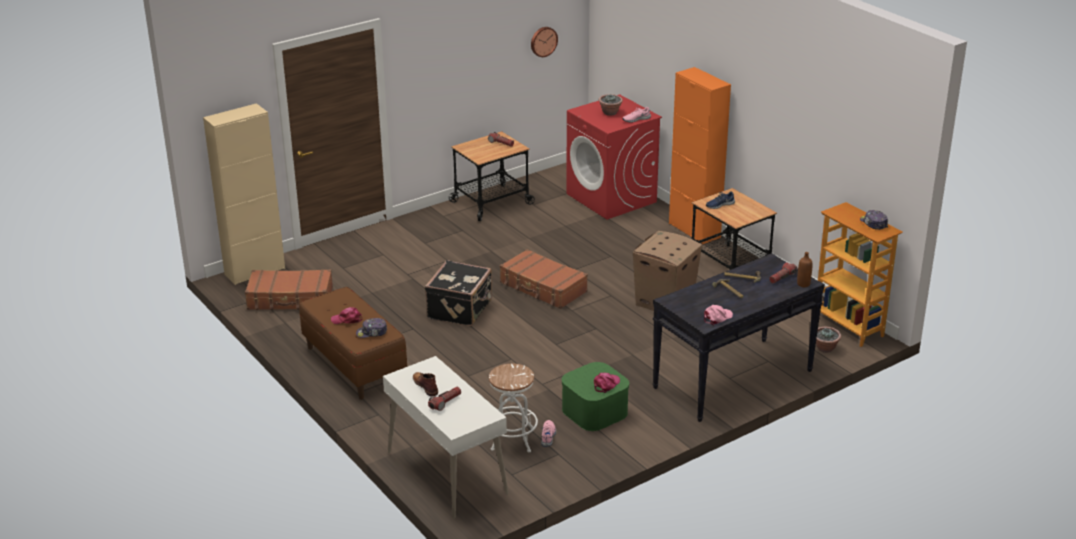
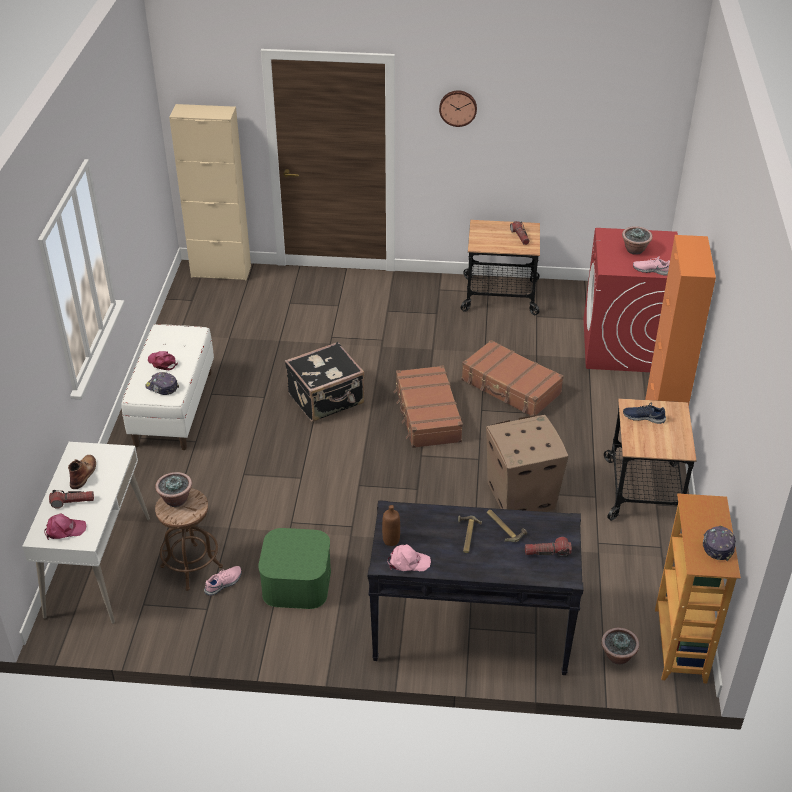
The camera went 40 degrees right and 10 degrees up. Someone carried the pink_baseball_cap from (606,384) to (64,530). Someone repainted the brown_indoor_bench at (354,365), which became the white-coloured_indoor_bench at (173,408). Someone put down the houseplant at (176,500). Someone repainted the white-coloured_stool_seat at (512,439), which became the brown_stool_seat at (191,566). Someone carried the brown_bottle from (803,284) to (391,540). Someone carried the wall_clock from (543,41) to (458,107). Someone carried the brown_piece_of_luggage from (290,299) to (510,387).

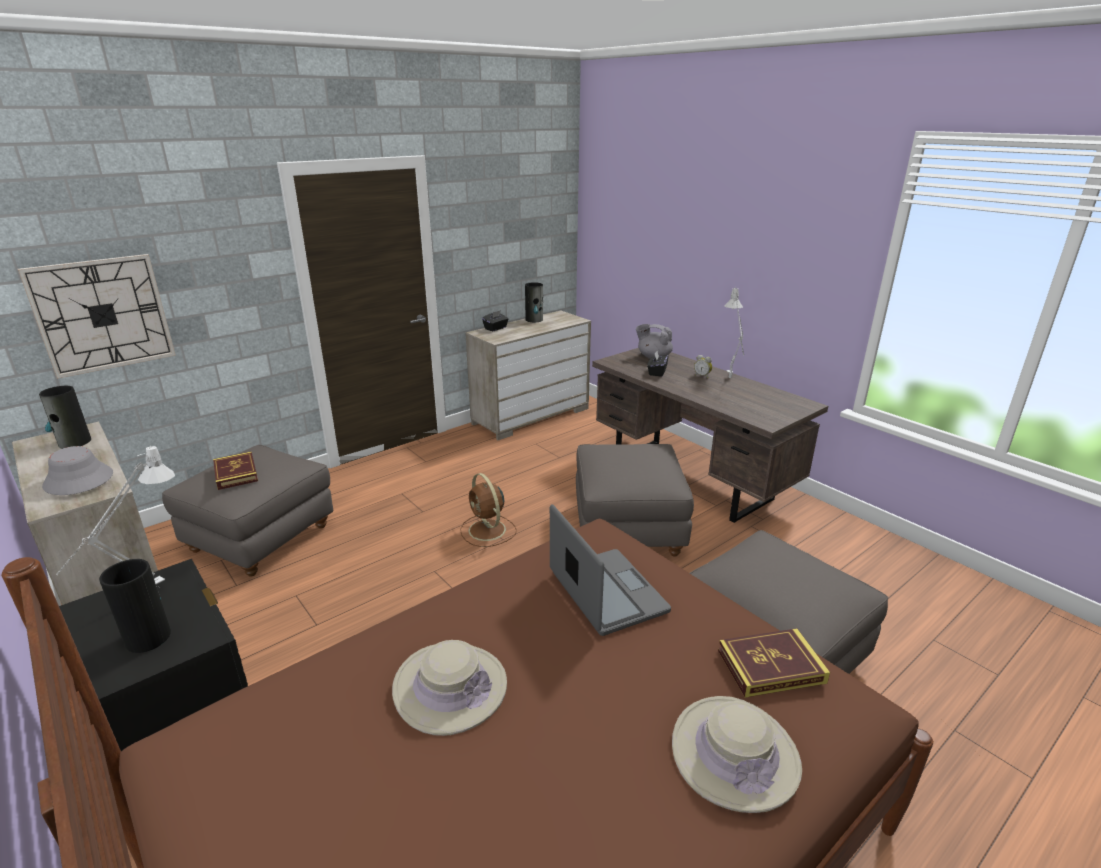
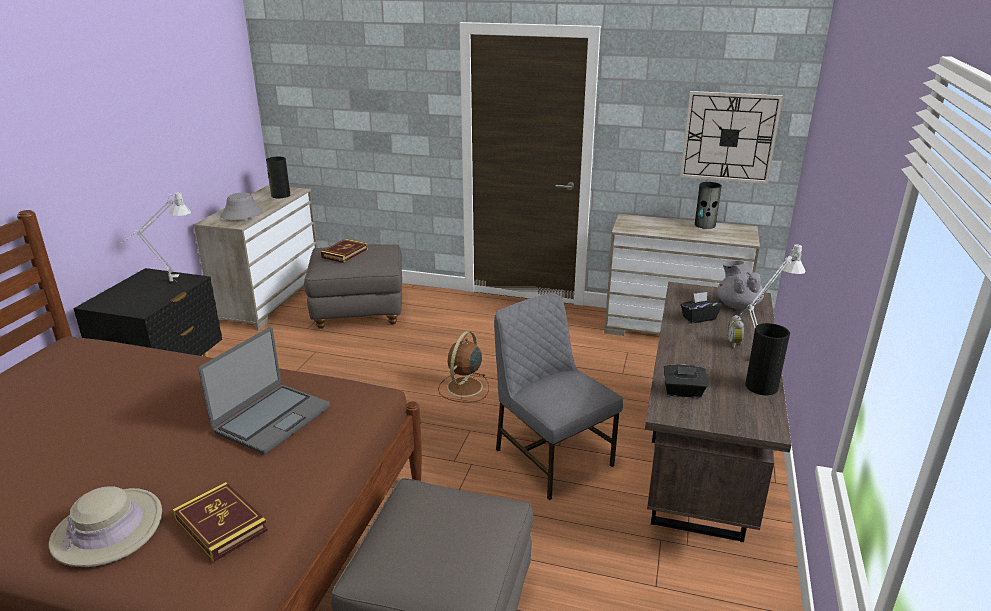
The camera went 55 degrees right and 0 degrees up. Someone swapped the grey_pouffe at (627,529) for the grey_upright_chair at (551,457). Someone carried the blackish_tissue_box from (496,328) to (683,392). Someone carried the wall_clock from (102,315) to (729,137). Someone carried the vase from (148,637) to (761,386). Someone took away the sand-coloured_clothing_hat at (450,687).

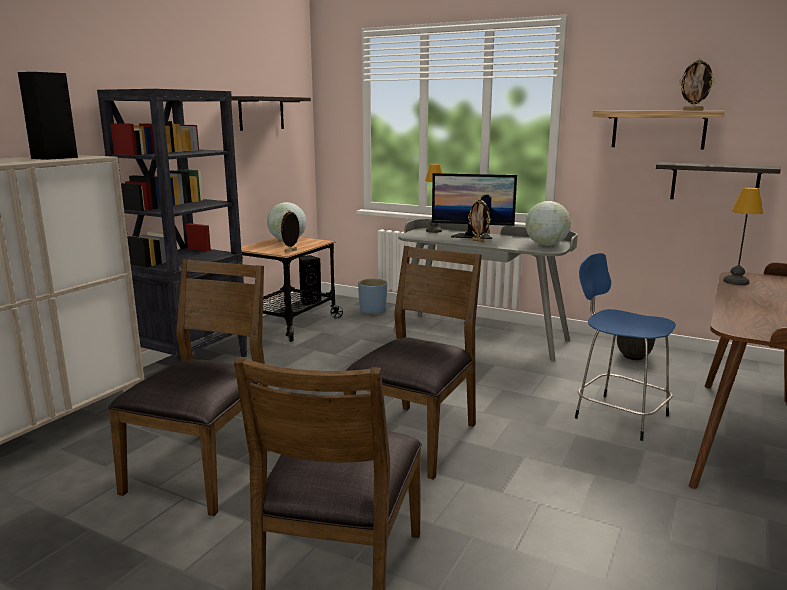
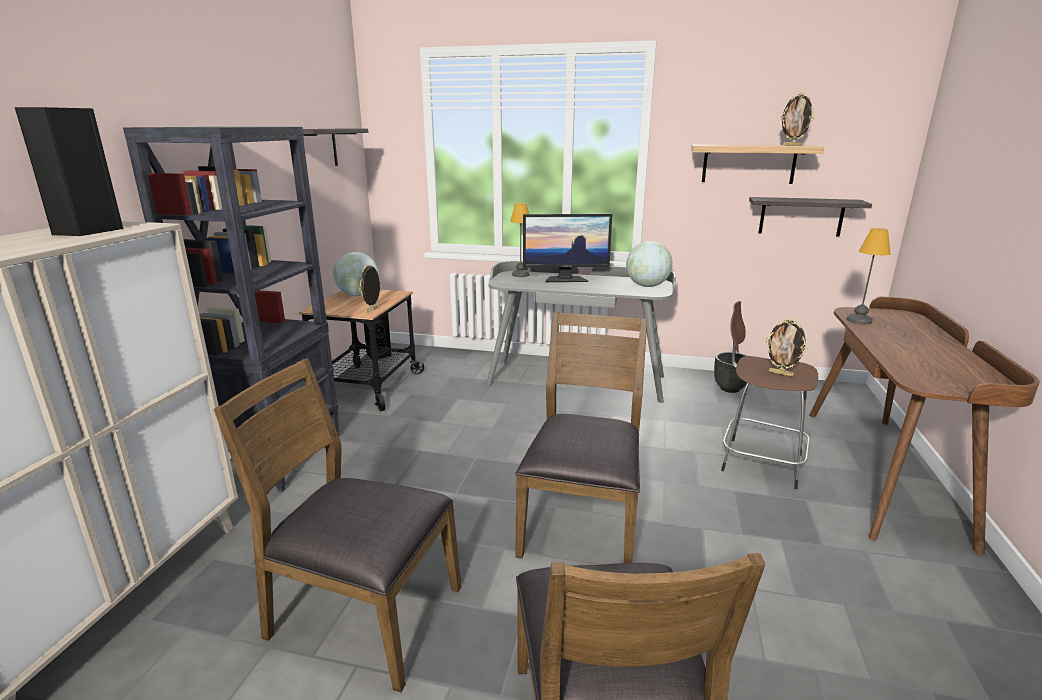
The camera went 15 degrees left and 5 degrees up. Someone rotated the brown_upright_chair at (205,469) by 75 degrees counterclockwise. Someone repainted the blue-coloured_stool_seat at (618,415), which became the brown_stool_seat at (758,461). Someone carried the photo_frame from (478,241) to (781,373). Someone took away the blue-coloured_planter at (372,311).

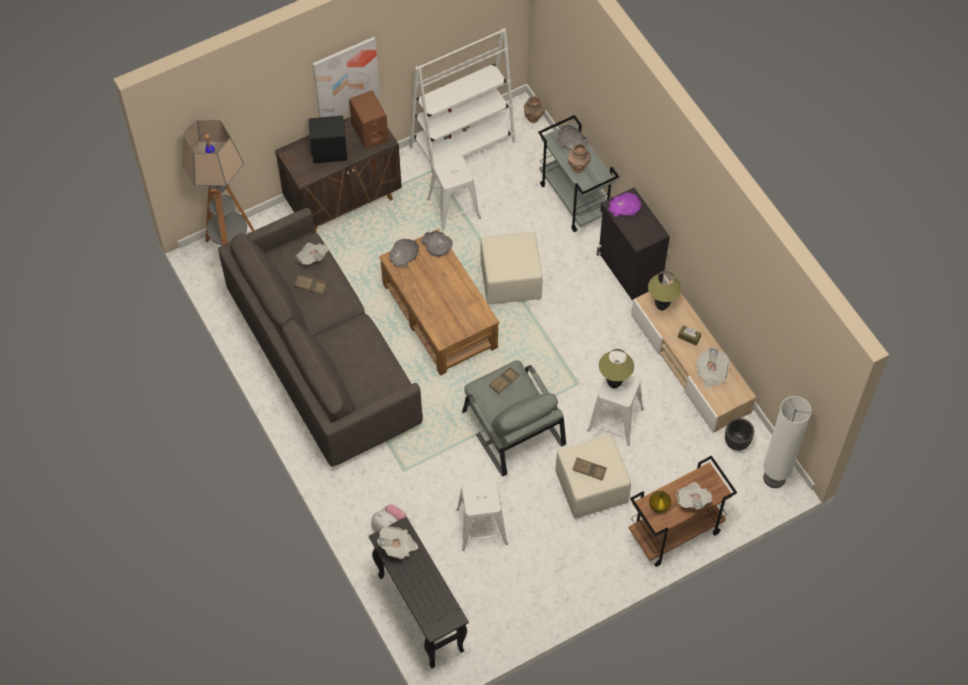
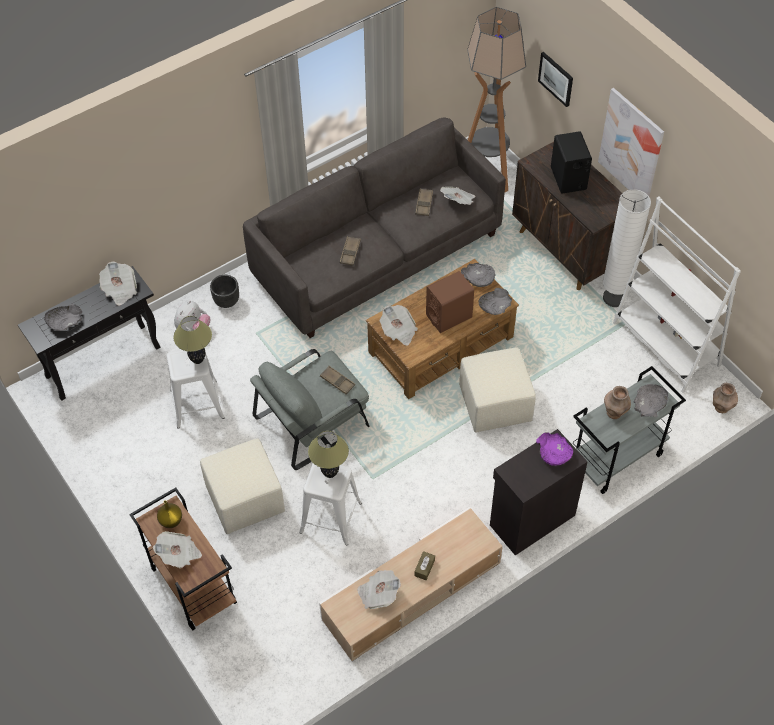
The camera went 85 degrees right and 5 degrees down. Someone put down the grey_deep_dish at (64,321). Someone carried the table_lamp from (661,306) to (198,360). Someone carried the blackish_planter from (736,442) to (226,301). Someone carried the brown_carrying_tray from (589,470) to (350,252). Someone put down the daily_paper at (398,331). Someone carried the brown_speaker from (369,132) to (449,316). Someone put up the picture at (556,78). Someone carried the white-coloured_standard_lamp from (774,478) to (613,298). Someone took away the white-coloured_stool_seat at (453,208).

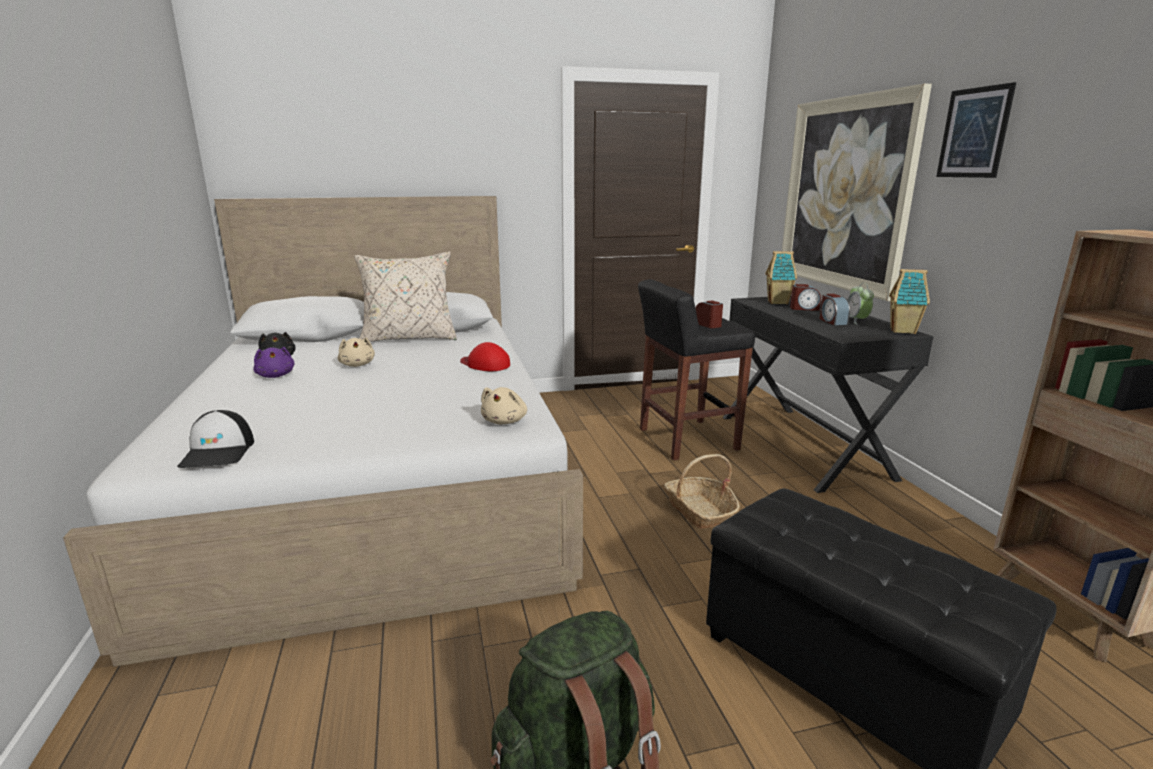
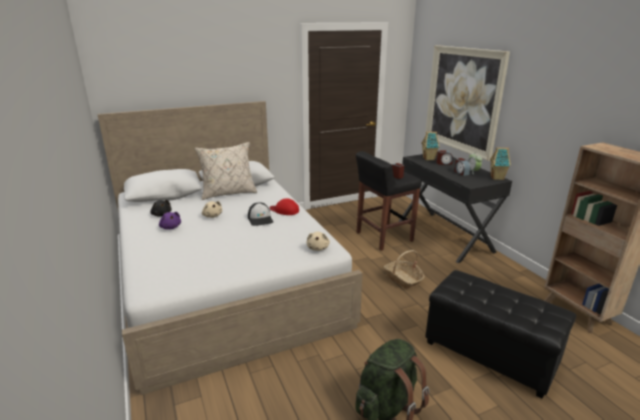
The camera went 10 degrees left and 5 degrees up. Someone carried the baseball_cap from (219,452) to (260,219). Someone took away the picture at (974,133).

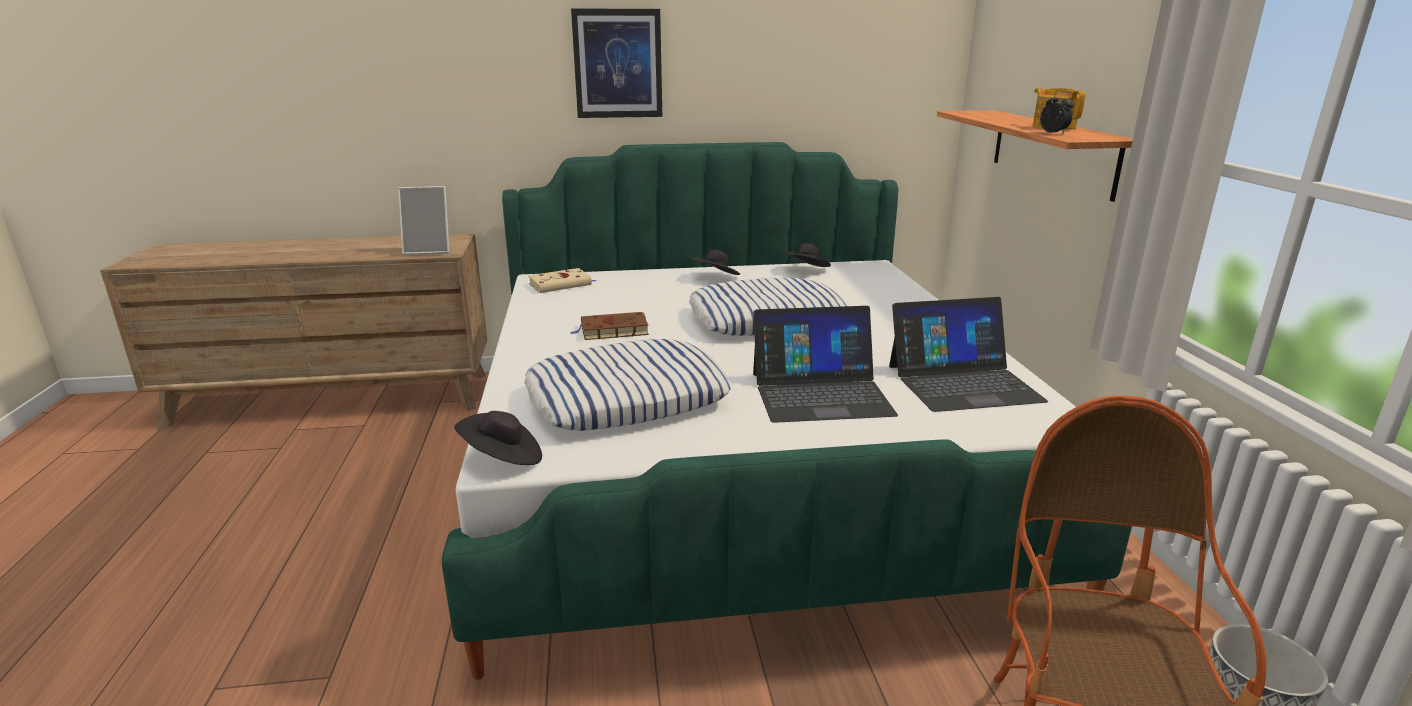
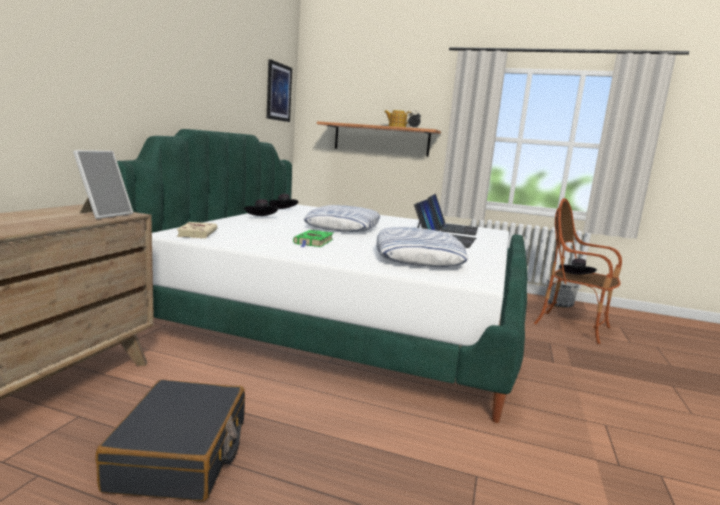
The camera went 65 degrees left and 10 degrees down. Someone put down the blackish_piece_of_luggage at (181,454). Someone carried the picture from (618,64) to (278,92). Someone repainted the brown_book at (612,331), which became the green-coloured_book at (313,242). Someone carried the blackish_clothing_hat from (503,458) to (576,277).

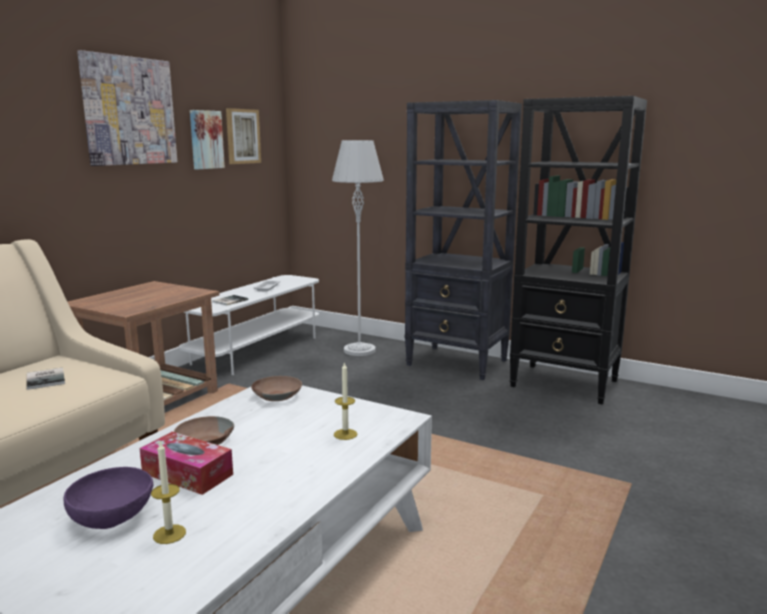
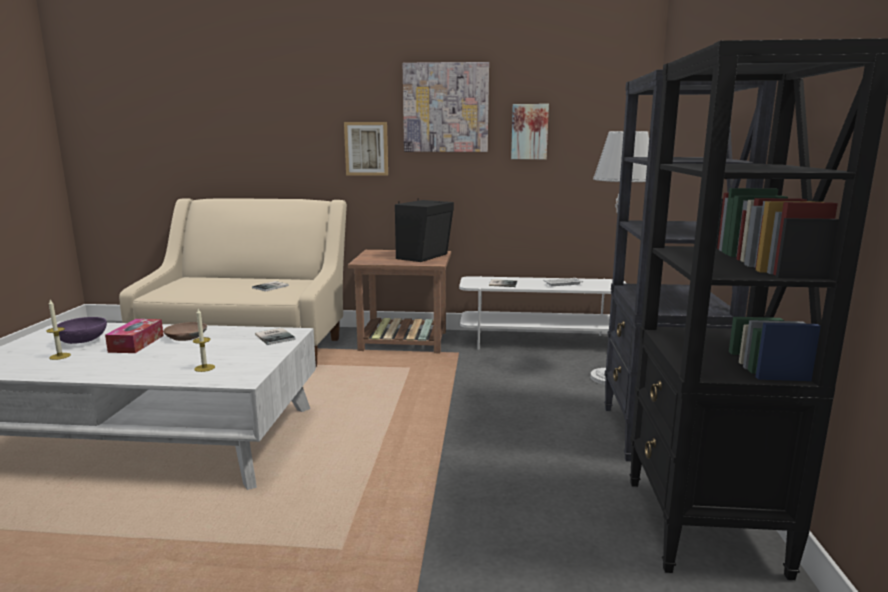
The camera went 65 degrees right and 0 degrees up. Someone swapped the brown_deep_dish at (277,395) for the book at (275,336). Someone carried the picture from (242,136) to (366,148). Someone put down the blackish_speaker at (425,256).

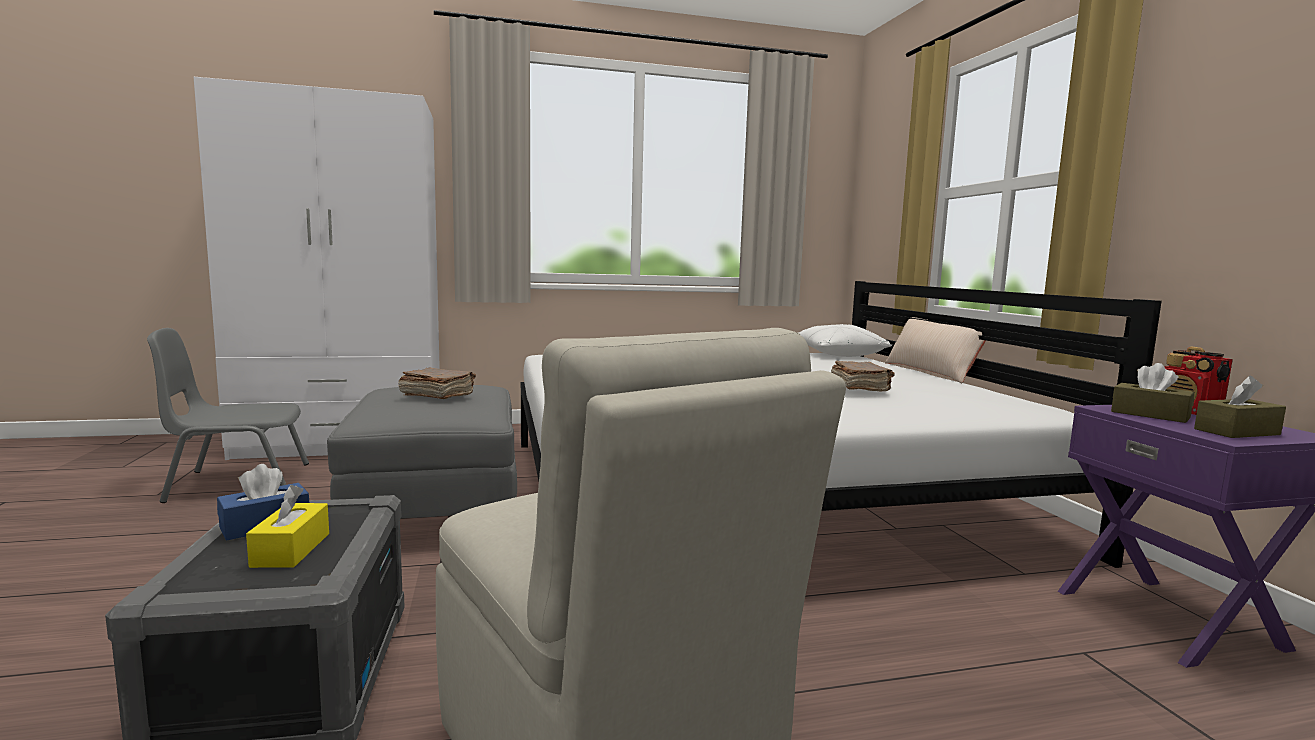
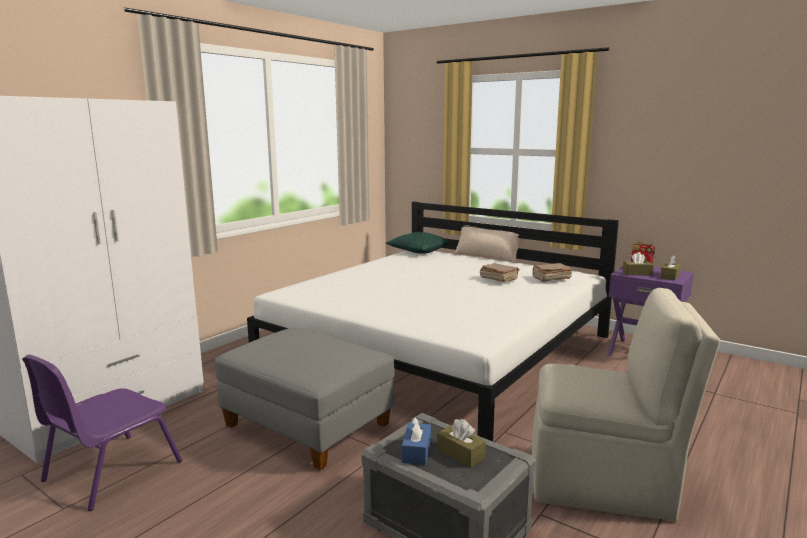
The camera went 40 degrees left and 5 degrees up. Someone repainted the grey_upright_chair at (238,483), which became the purple-coloured_upright_chair at (110,471). Someone repainted the white-coloured_cushion at (838,354), which became the green-coloured_cushion at (417,251). Someone repainted the yellow_tissue_box at (291,550), which became the brown_tissue_box at (460,454). Someone carried the brown_book from (437,395) to (550,278).

